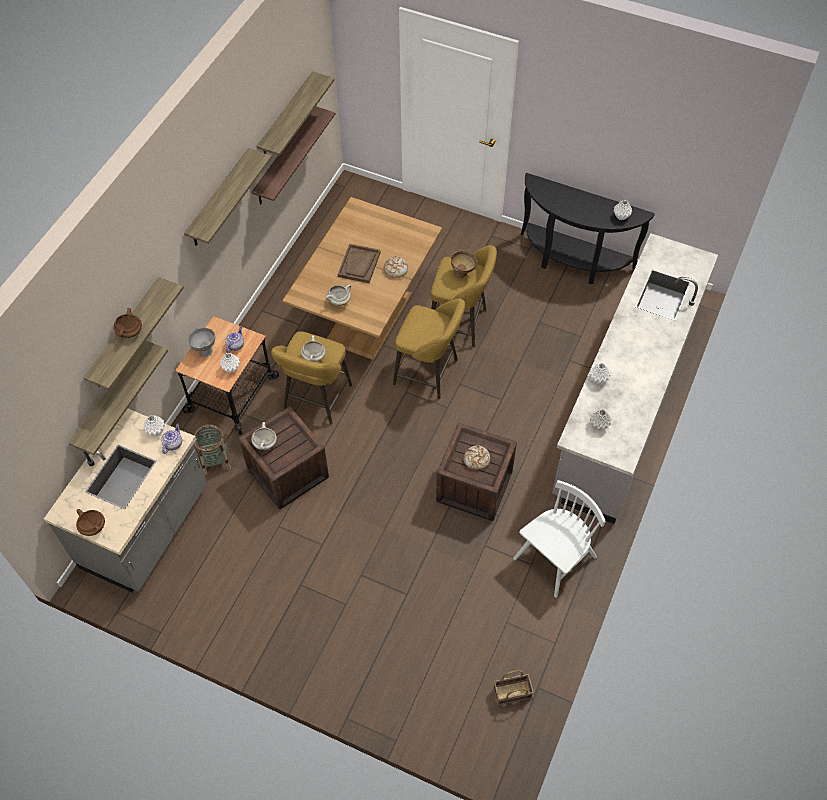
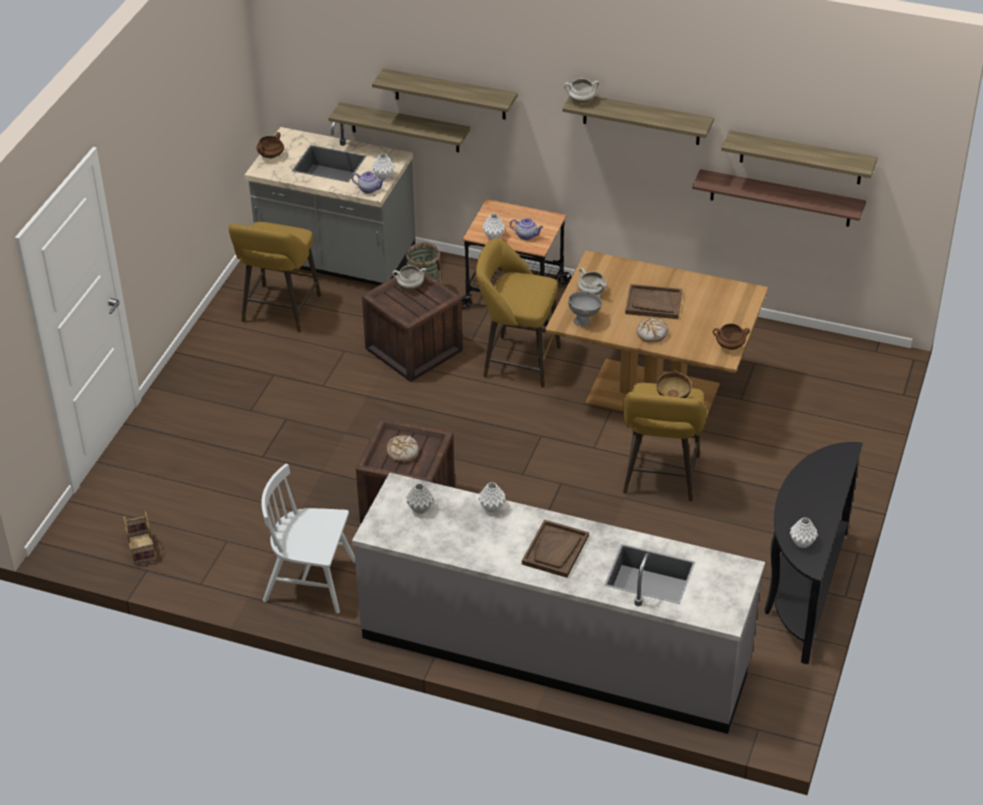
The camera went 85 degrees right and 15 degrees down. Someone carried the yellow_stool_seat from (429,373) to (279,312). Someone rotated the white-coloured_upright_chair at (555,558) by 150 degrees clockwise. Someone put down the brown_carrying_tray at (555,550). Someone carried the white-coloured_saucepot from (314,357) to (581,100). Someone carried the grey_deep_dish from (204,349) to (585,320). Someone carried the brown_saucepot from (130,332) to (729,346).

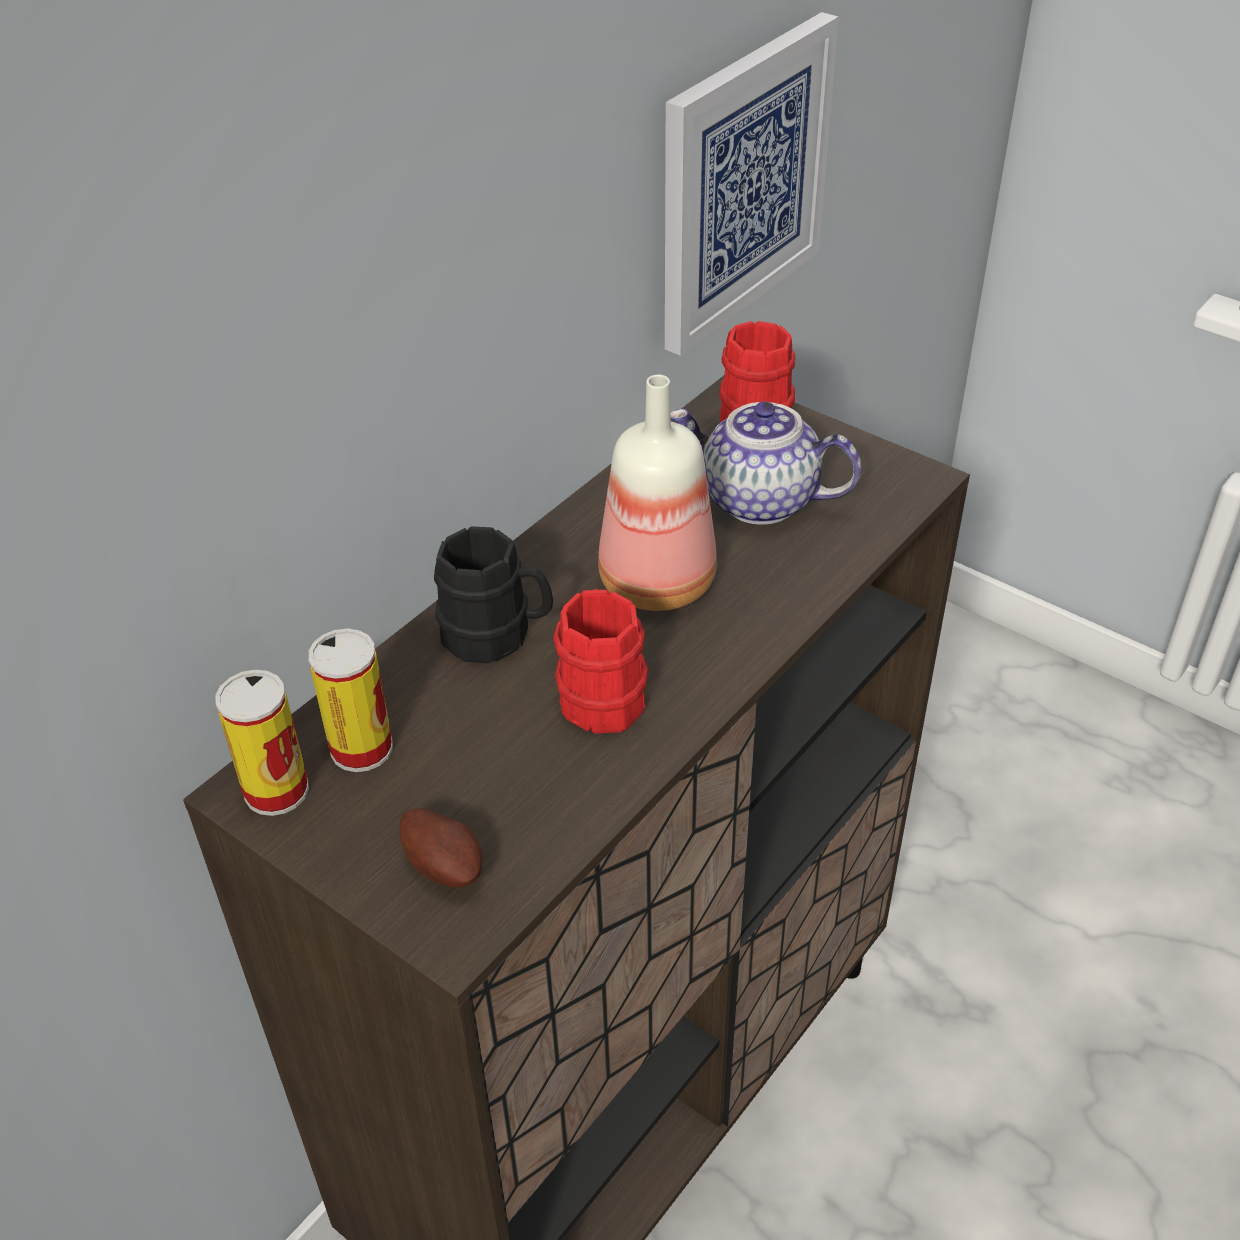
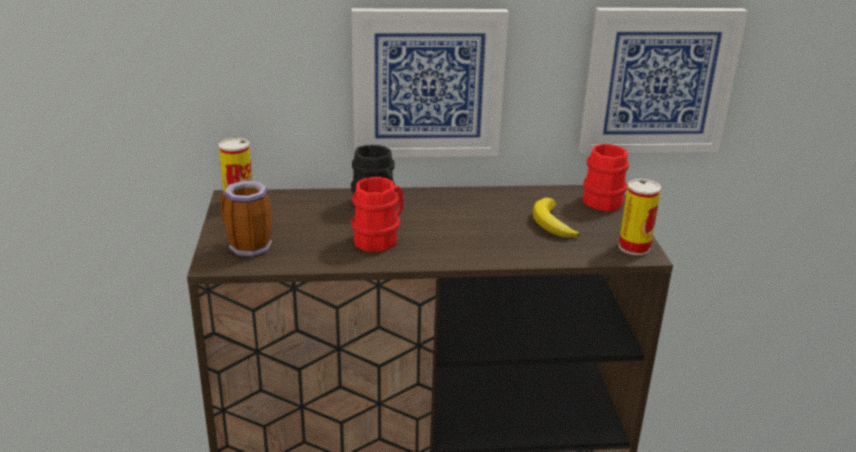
The camera went 45 degrees right and 15 degrees down. Someone swapped the whole_potato at (445,865) for the coffee_mug at (246,246). Someone put up the picture at (427,83). Someone swapped the teapot at (758,500) for the banana at (551,223). Someone carried the metal_can from (361,748) to (634,247). Someone took away the bottle at (658,585).

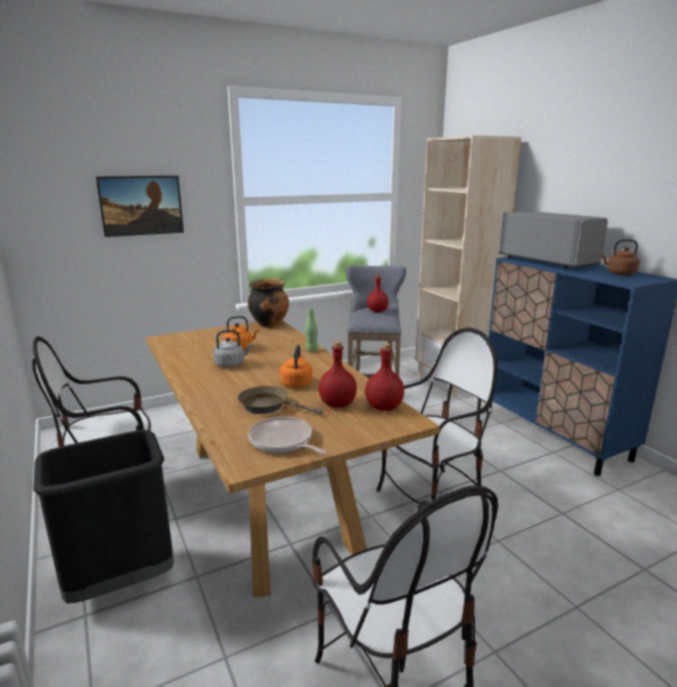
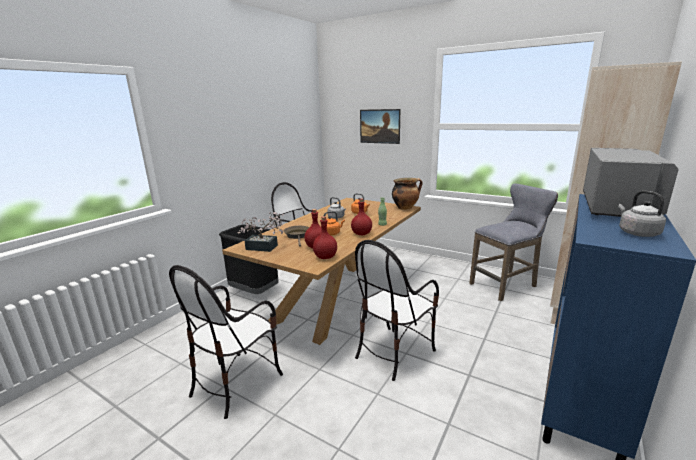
The camera went 60 degrees right and 0 degrees up. Someone swapped the frying_pan at (283,441) for the houseplant at (265,248). Someone carried the red_bottle from (377,311) to (362,234). Someone rotated the upright_chair at (431,499) by 105 degrees clockwise. Someone repainted the brown_tea_kettle at (619,273), which became the grey_tea_kettle at (636,233).

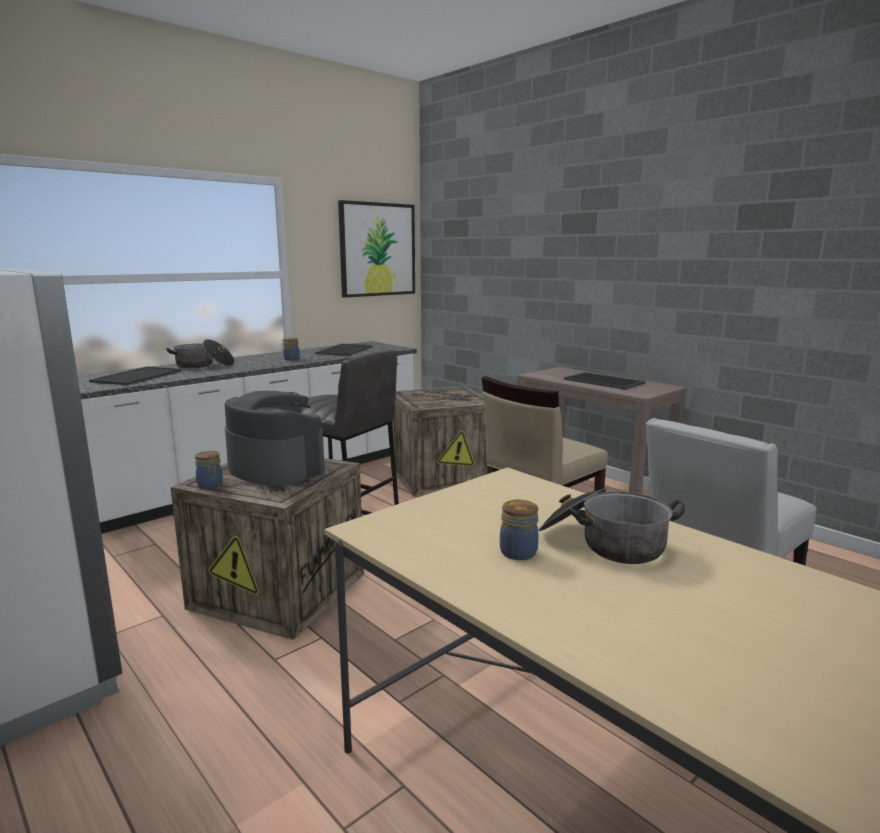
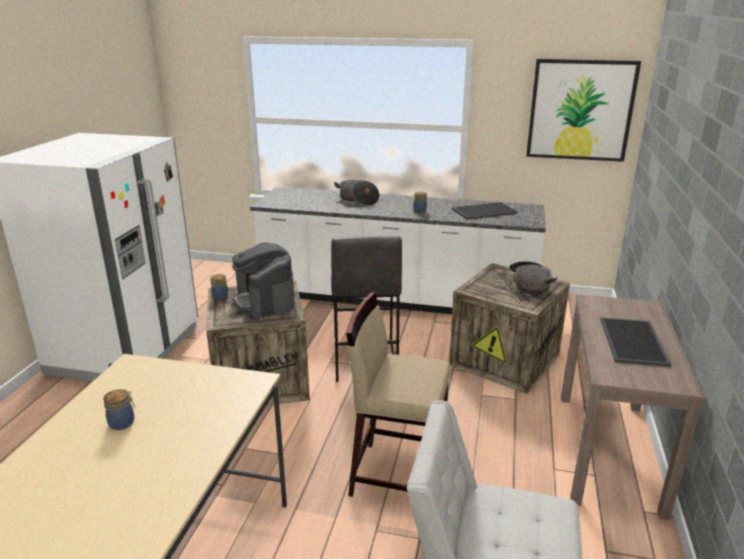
The camera went 55 degrees right and 10 degrees up. Someone rotated the coffee_brewer at (275,468) by 150 degrees clockwise. Someone carried the saucepot from (604,543) to (529,285). Someone took away the carrying_tray at (137,376).

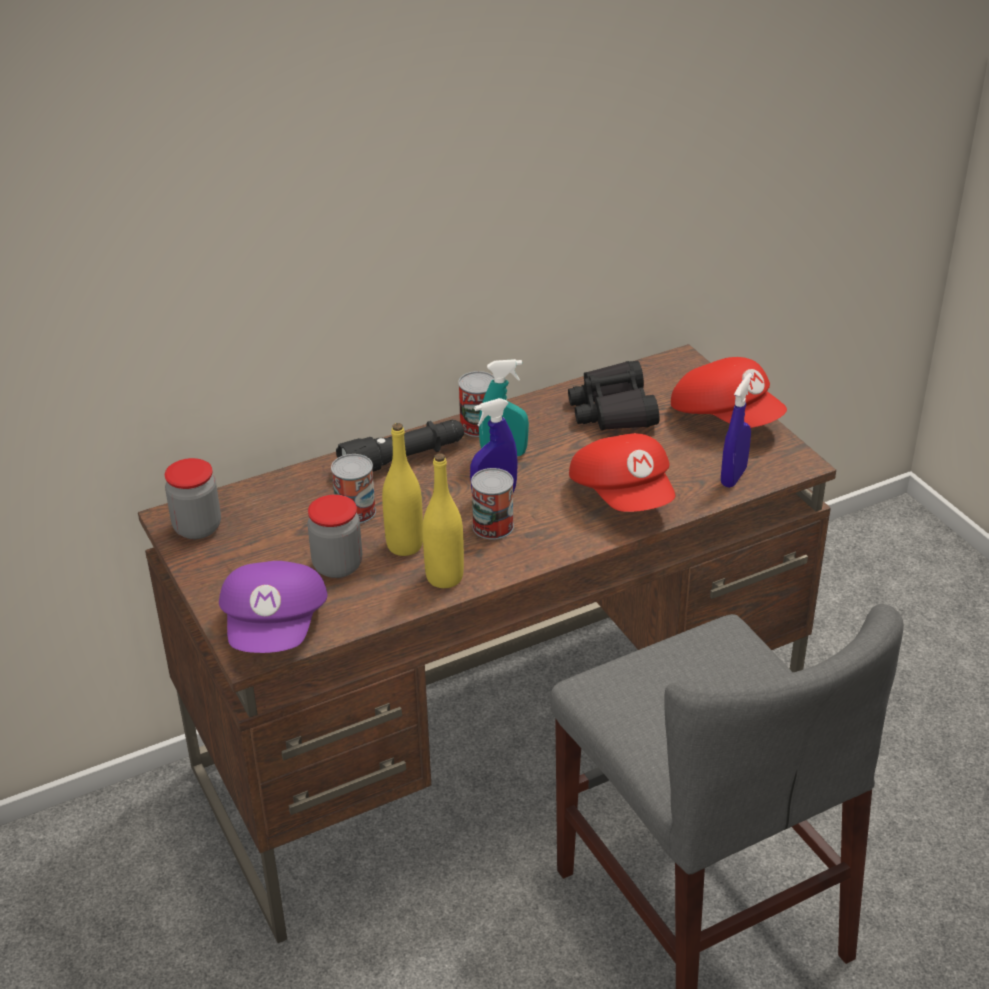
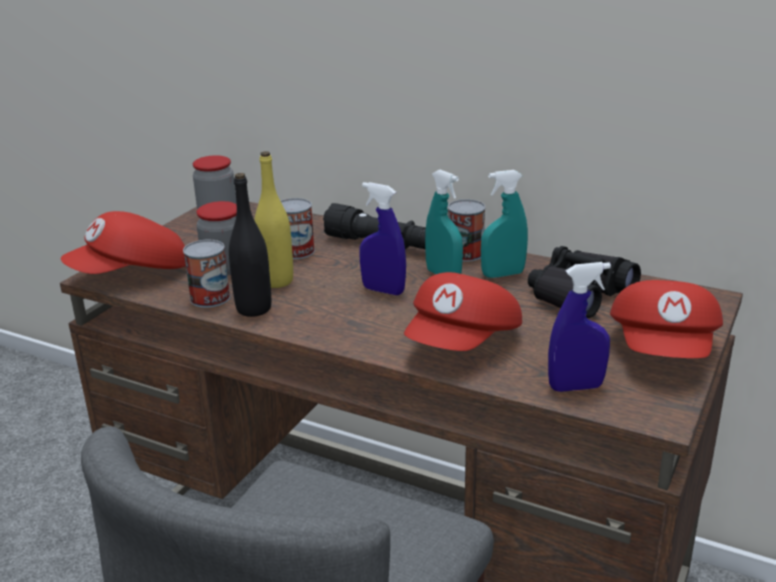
The camera went 55 degrees right and 10 degrees down. Someone repainted the purple-coloured_baseball_cap at (277,628), which became the red_baseball_cap at (132,274). Someone carried the metal_can from (493,526) to (210,298). Someone repainted the yellow_bottle at (444,577), which became the blackish_bottle at (254,309). Someone put down the turquoise-coloured_spray_bottle at (502,274).

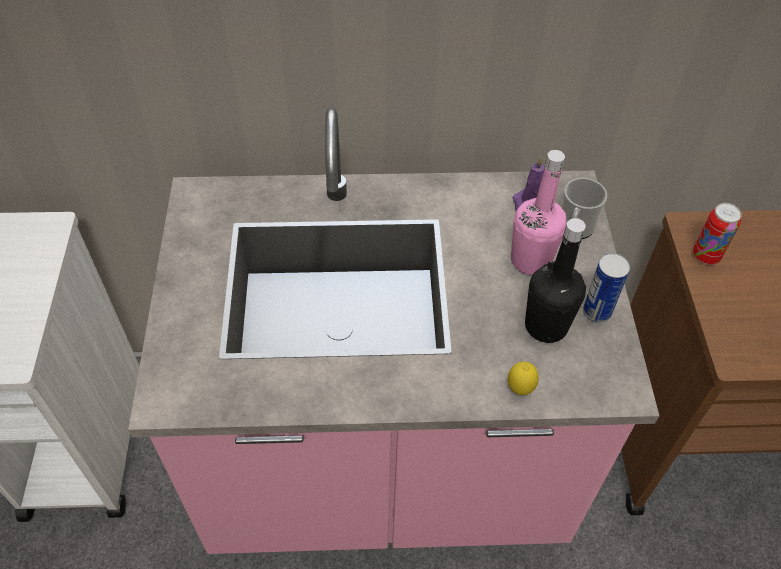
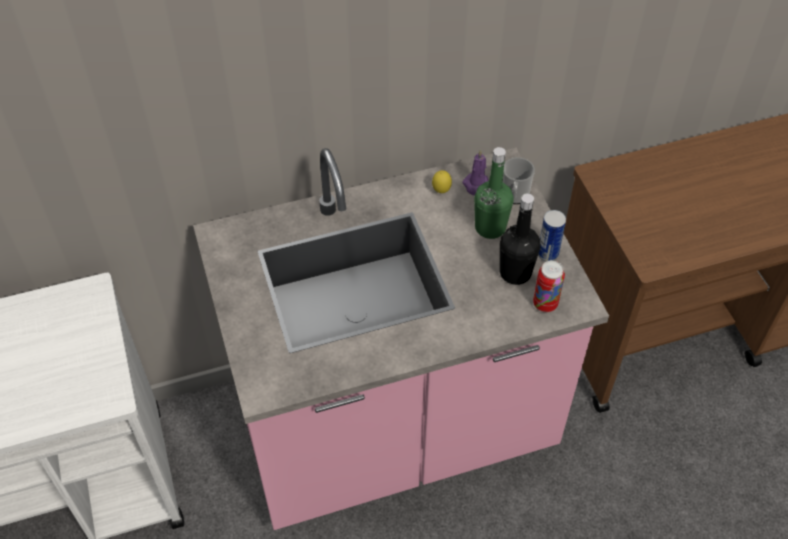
The camera went 15 degrees left and 0 degrees up. Someone carried the lemon from (520,389) to (441,191). Someone repainted the pink_bottle at (530,260), which became the green-coloured_bottle at (490,227). Someone carried the metal_can from (705,256) to (545,304).

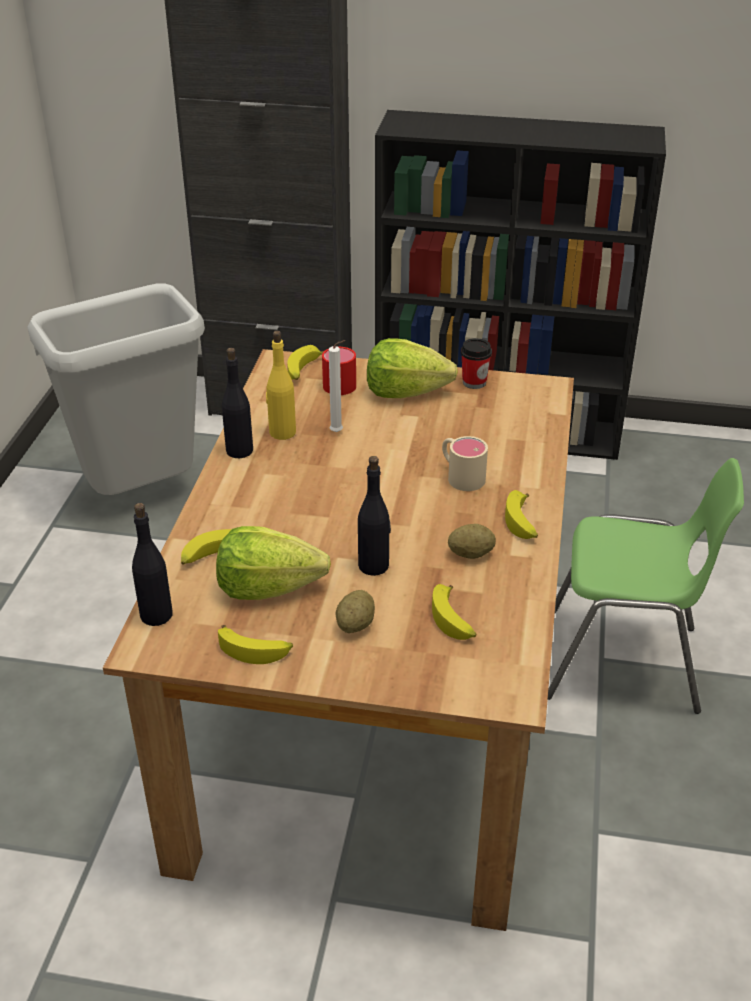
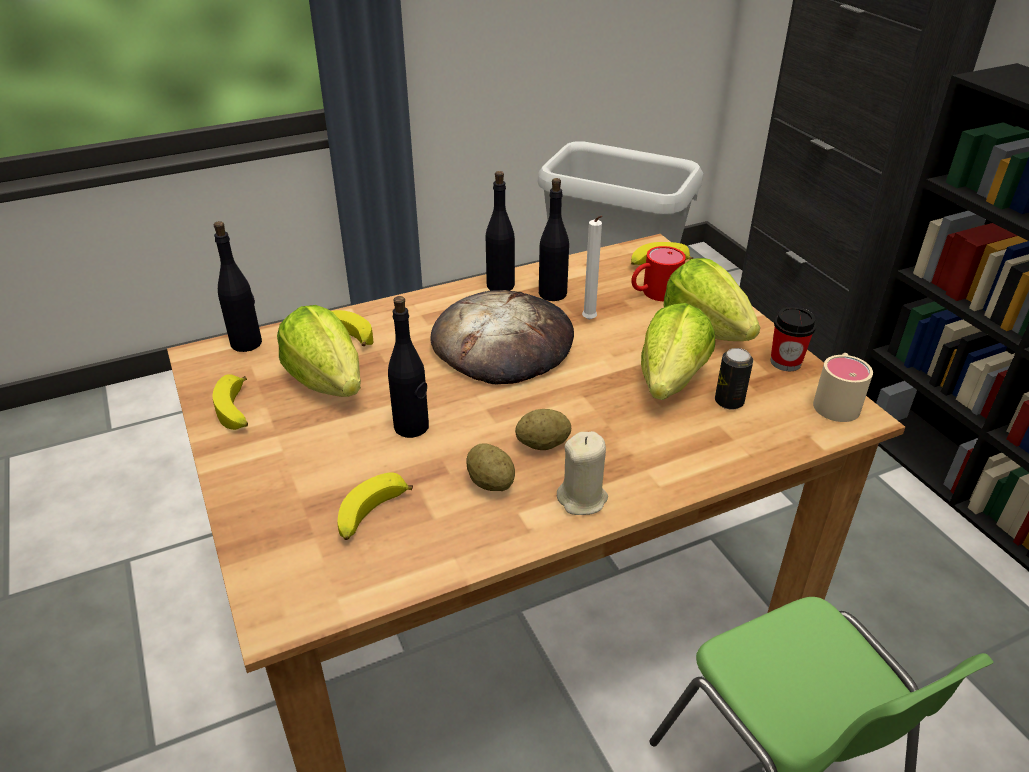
The camera went 55 degrees right and 0 degrees up. Someone put down the bread at (503,343). Someone carried the whole_potato from (355,624) to (543,444). Someone repainted the yellow_bottle at (282,432), which became the blackish_bottle at (552,293). Someone swapped the banana at (522,523) for the sand-coloured_candle at (582,499). Someone put down the head_of_lettuce at (671,381). Someone put down the metal_can at (729,401). Someone carried the sand-coloured_coffee_mug from (460,475) to (836,400).

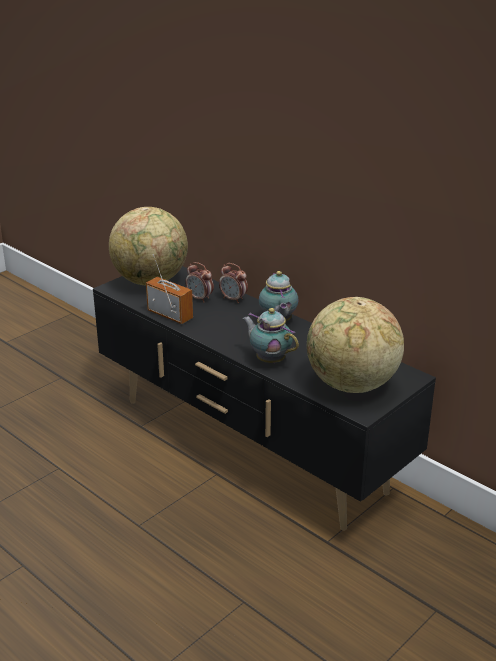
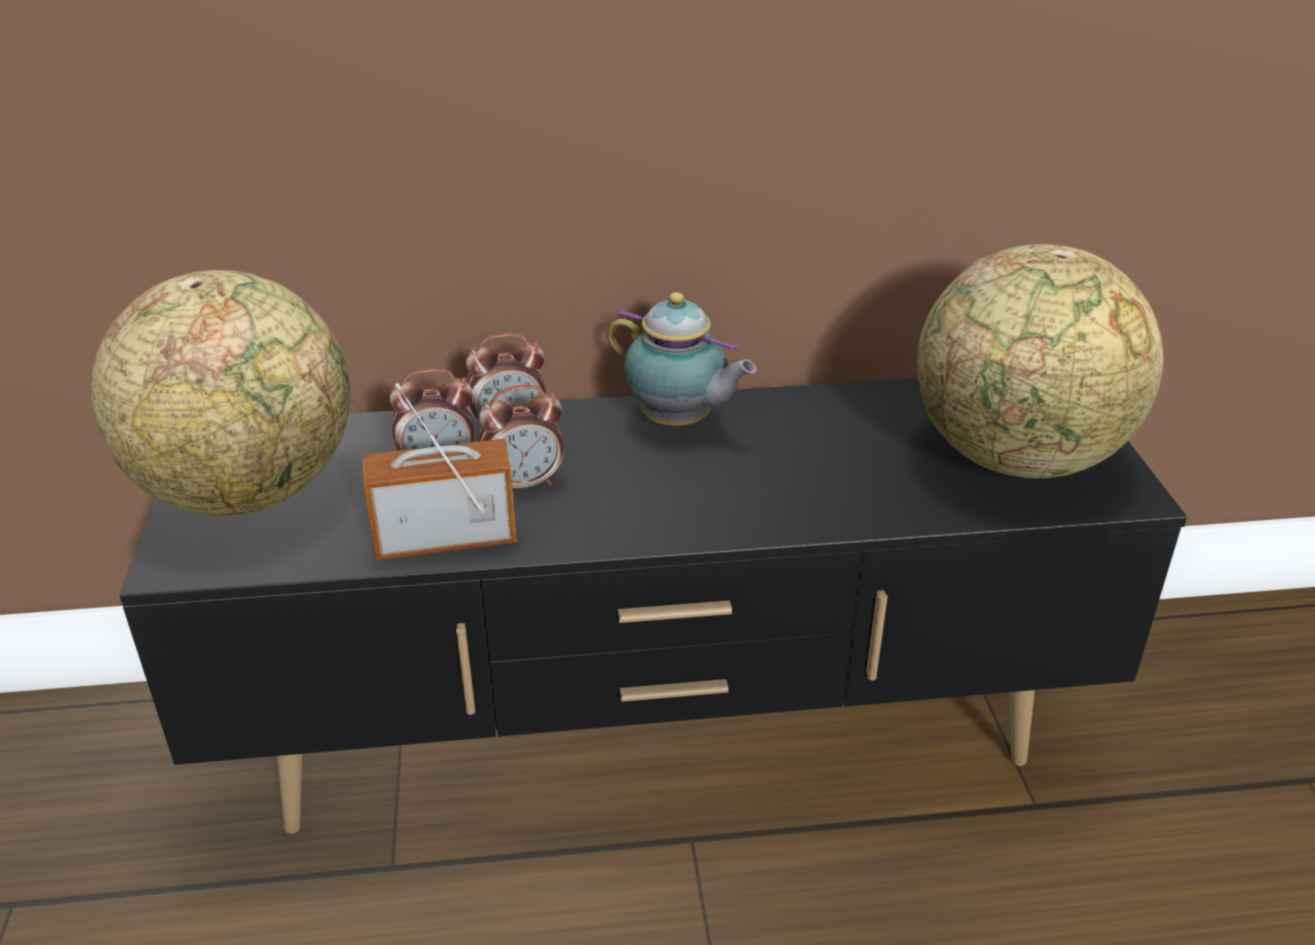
The camera went 50 degrees left and 5 degrees up. Someone put down the table_clock at (524,483). Someone took away the teapot at (269,360).

